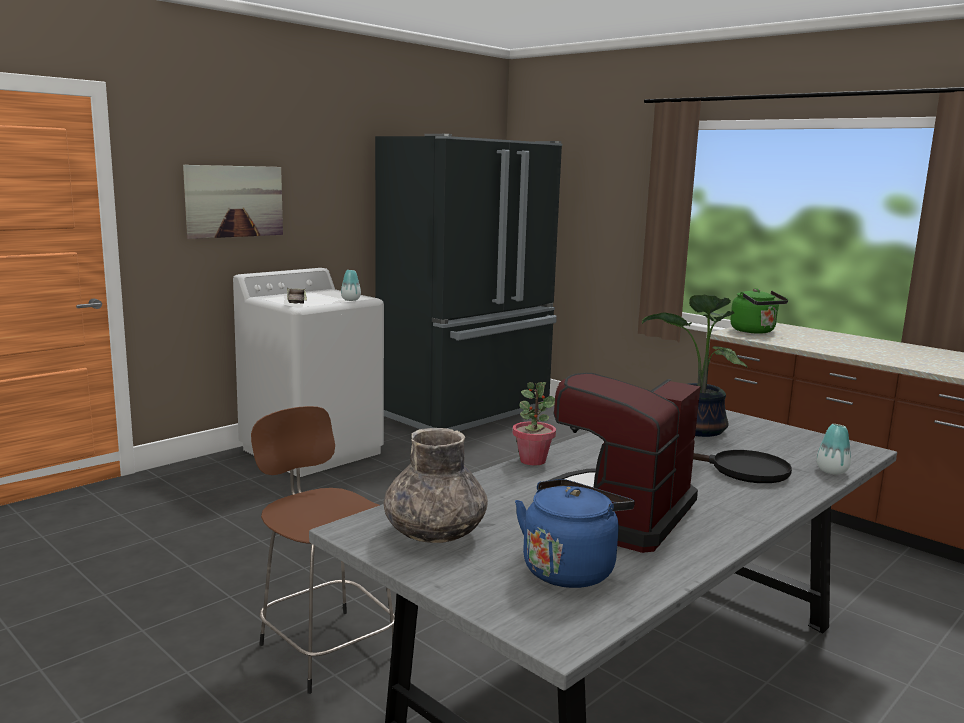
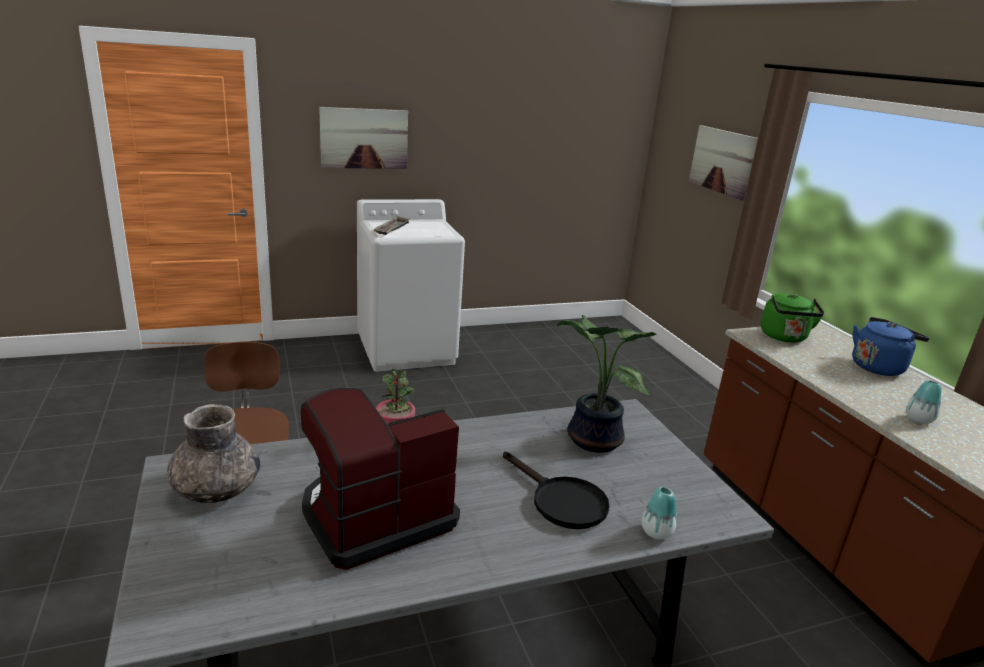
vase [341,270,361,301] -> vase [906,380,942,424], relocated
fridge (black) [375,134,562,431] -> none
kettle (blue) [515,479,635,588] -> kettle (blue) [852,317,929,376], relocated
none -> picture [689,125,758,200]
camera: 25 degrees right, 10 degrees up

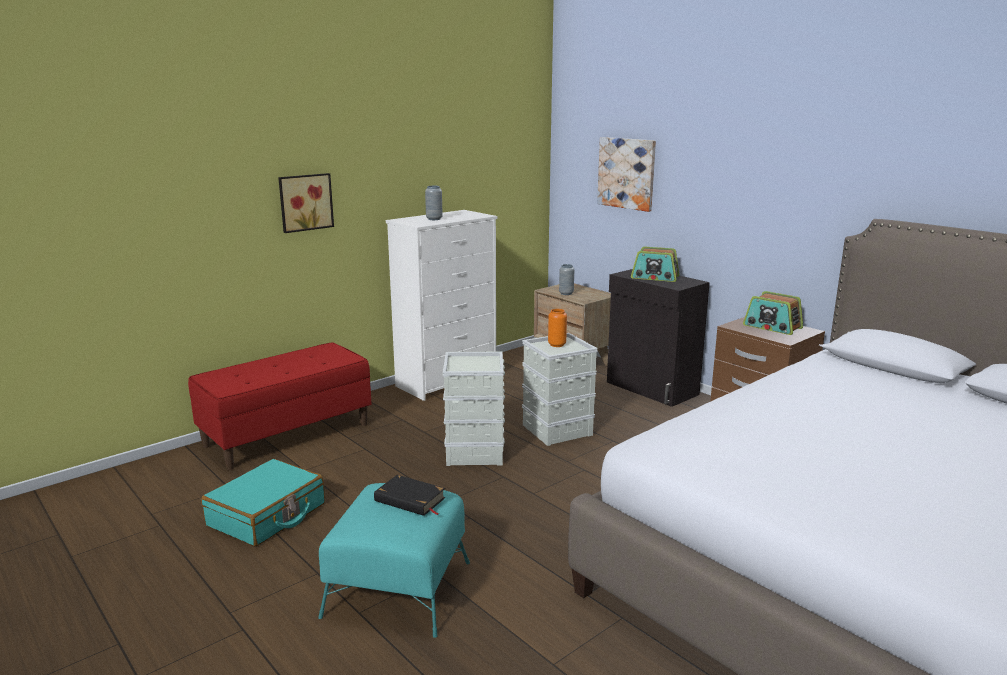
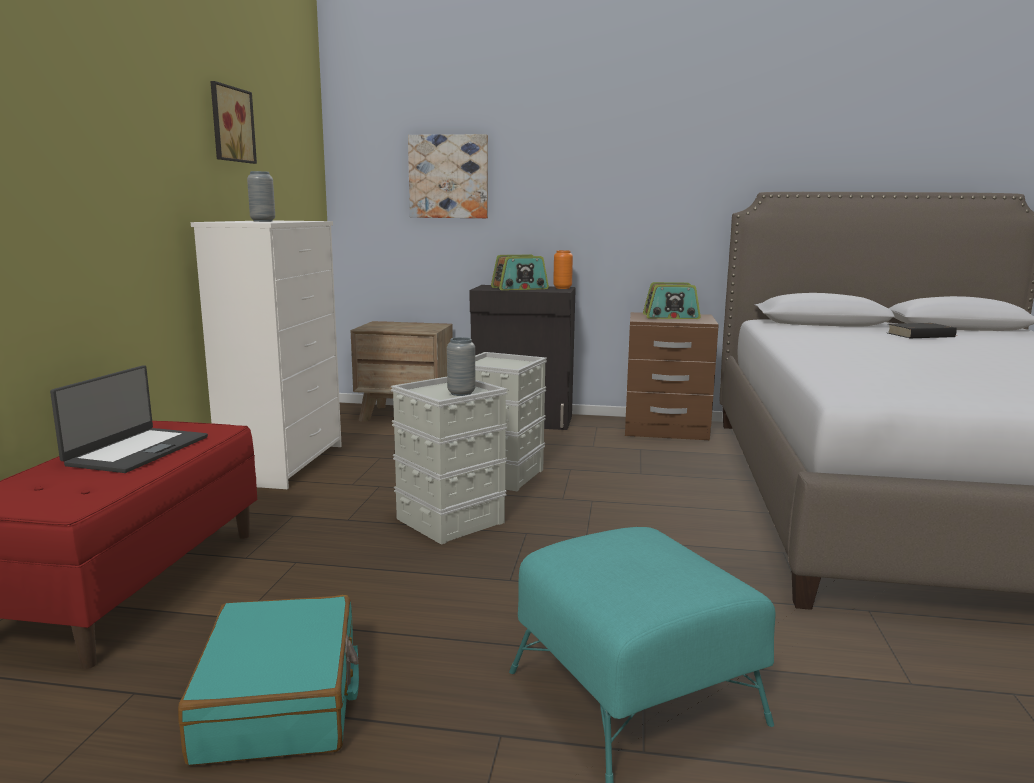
picture [278,173,334,233] -> picture [210,81,257,164], relocated
book (black) [374,475,446,516] -> book (black) [888,323,957,338], relocated
vase (orange) [548,309,567,347] -> vase (orange) [553,250,573,289], relocated
vase (grey) [559,264,574,295] -> vase (grey) [447,337,475,396], relocated
none -> laptop [50,365,208,473]
camera: 40 degrees left, 5 degrees down

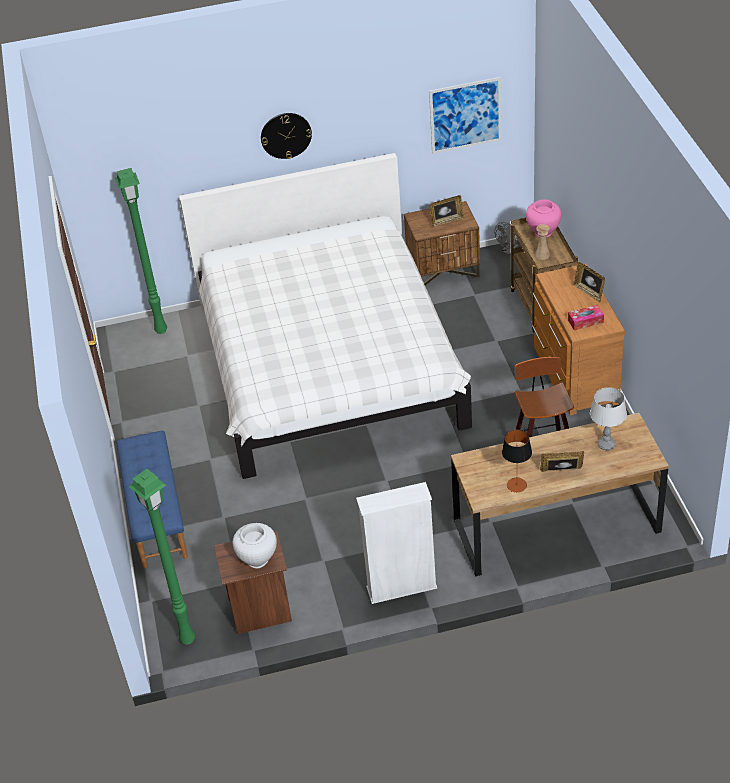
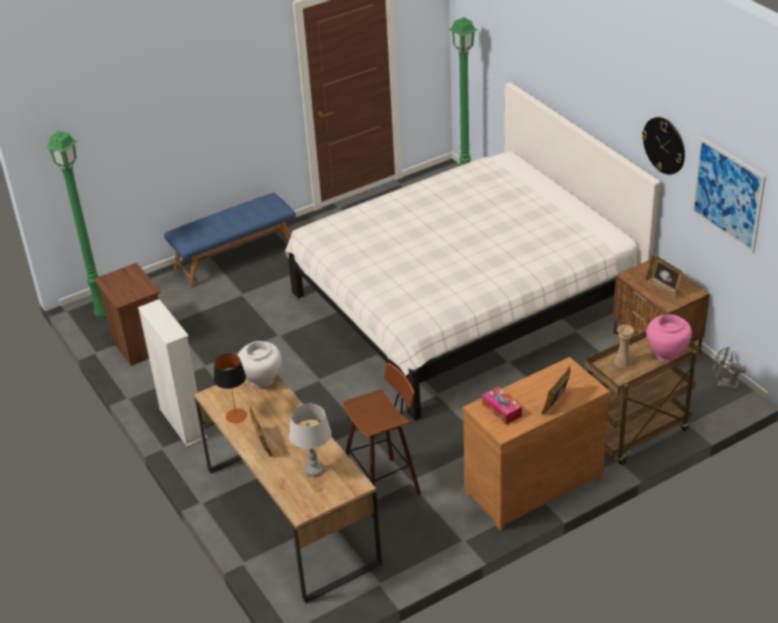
vase (white) [233,523,277,568] -> vase (white) [238,341,282,388], relocated
wall clock [261,113,312,159] -> wall clock [642,117,685,175], relocated
camera: 70 degrees right, 5 degrees down

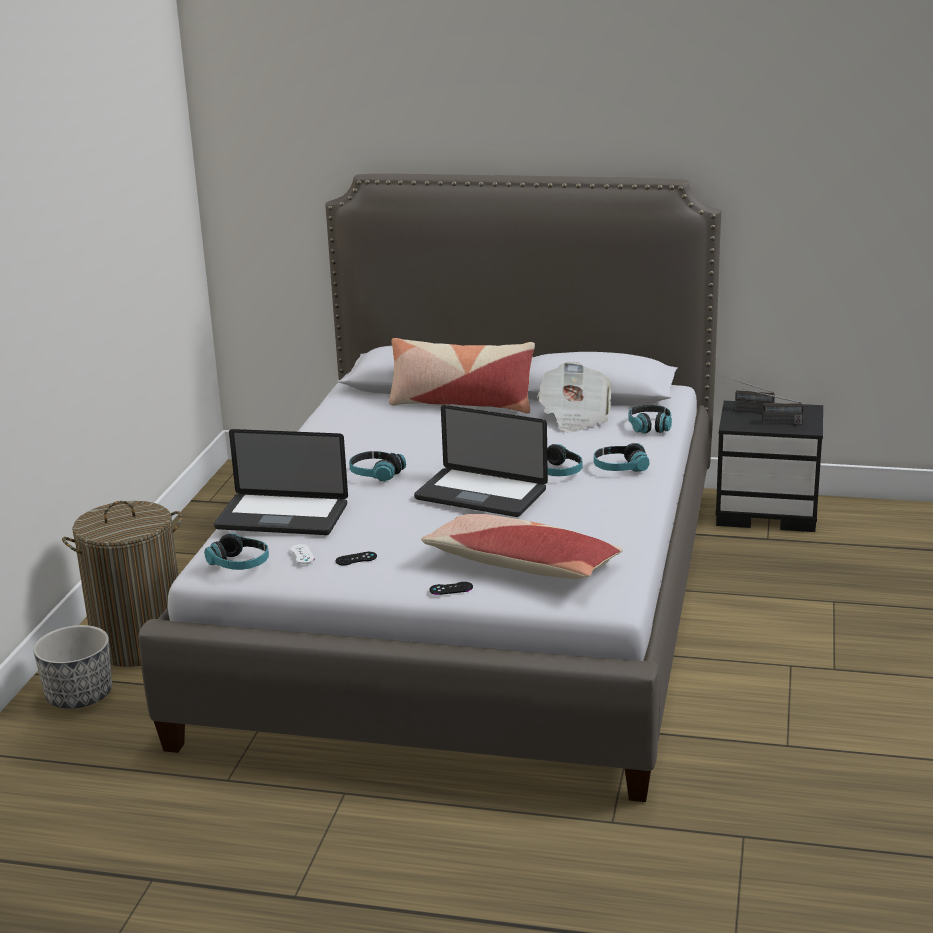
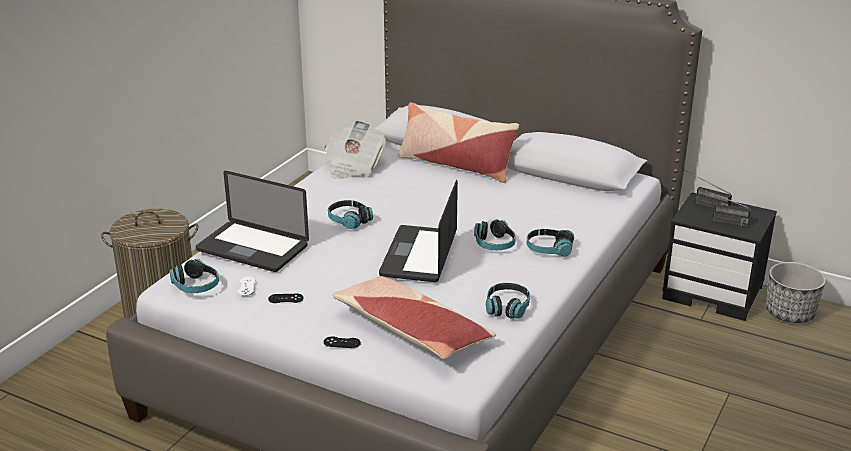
planter [33,625,112,709] -> planter [766,262,826,323], relocated
laptop [414,405,548,517] -> laptop [379,180,458,282], 60 degrees clockwise
newspaper [537,362,612,433] -> newspaper [325,120,386,179], relocated
headphones [628,405,672,434] -> headphones [486,283,530,319], relocated
camera: 15 degrees right, 5 degrees up

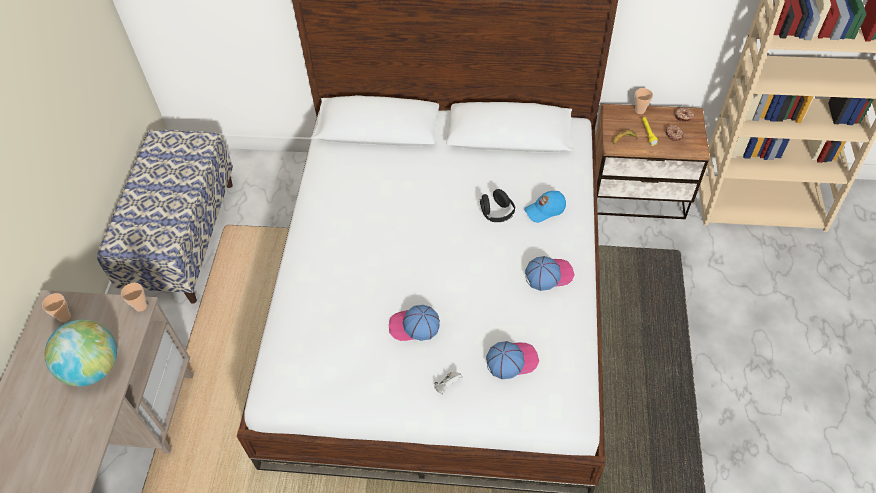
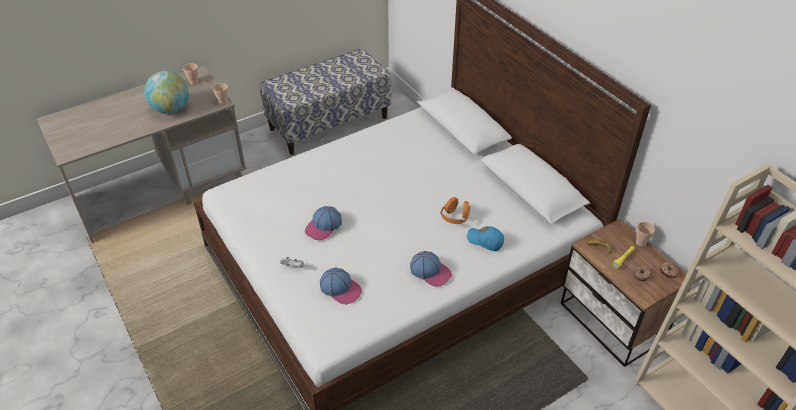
cap [389,305,440,341] -> cap [305,206,342,240], 105 degrees counterclockwise
headphones (black) [480,189,515,222] -> headphones (orange) [441,197,470,224]
camera: 50 degrees right, 10 degrees down

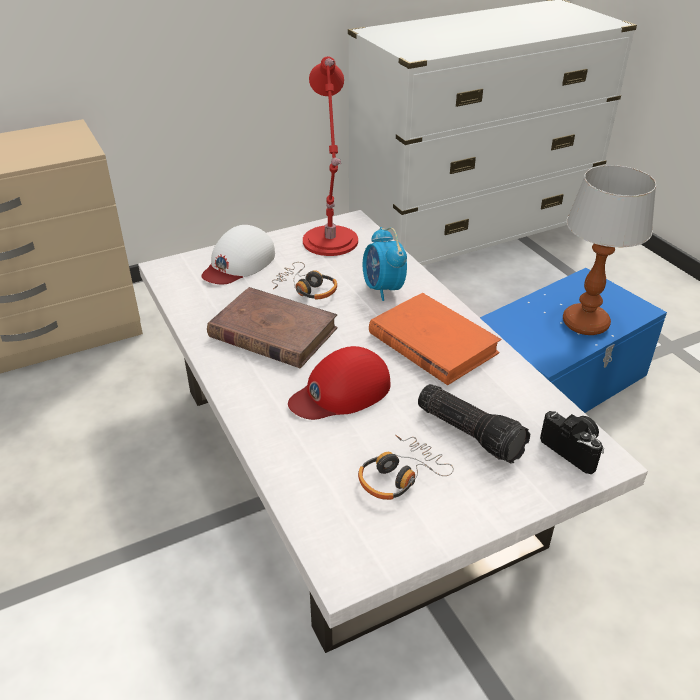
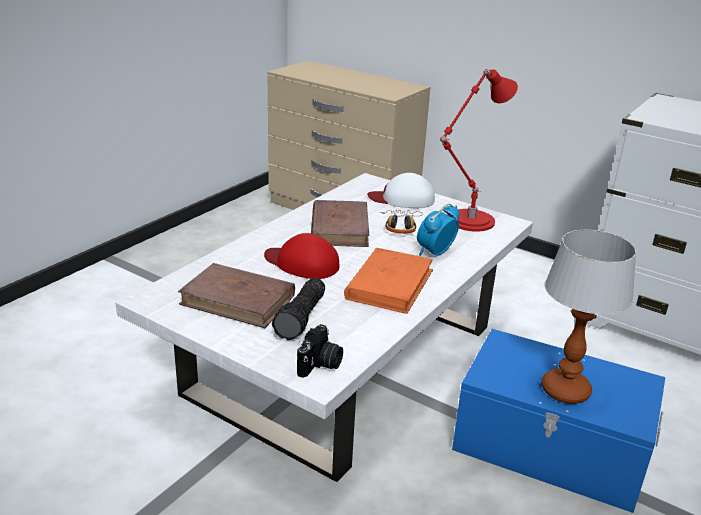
headphones [358,435,454,500] -> book (brown) [178,263,295,328]
camera: 60 degrees right, 10 degrees down

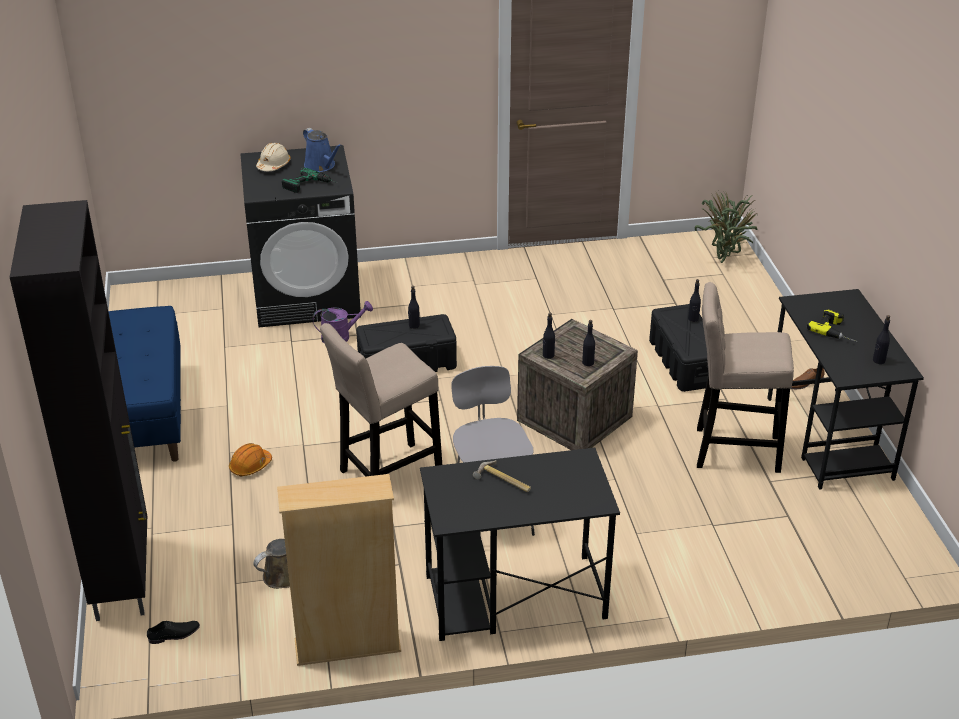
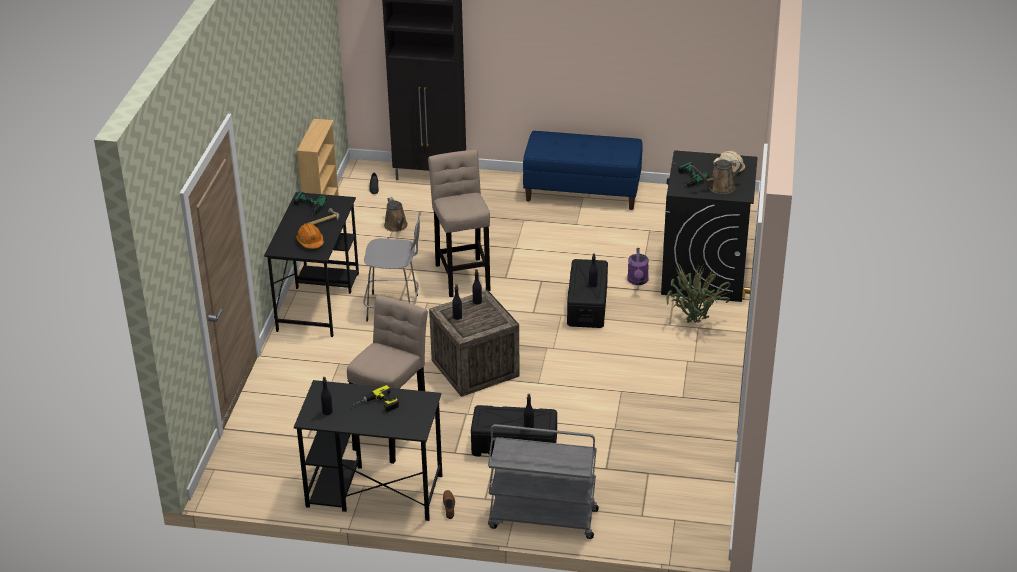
hard hat (orange) [229,443,272,476] -> hard hat (orange) [296,223,324,249], relocated
watering can (blue) [303,128,342,172] -> watering can (brown) [689,159,742,194]
potted plant [695,191,758,263] -> potted plant [667,263,732,323], relocated
none -> power drill [294,191,327,217]
none -> cart (grey) [488,424,599,539]
camera: 110 degrees right, 0 degrees up

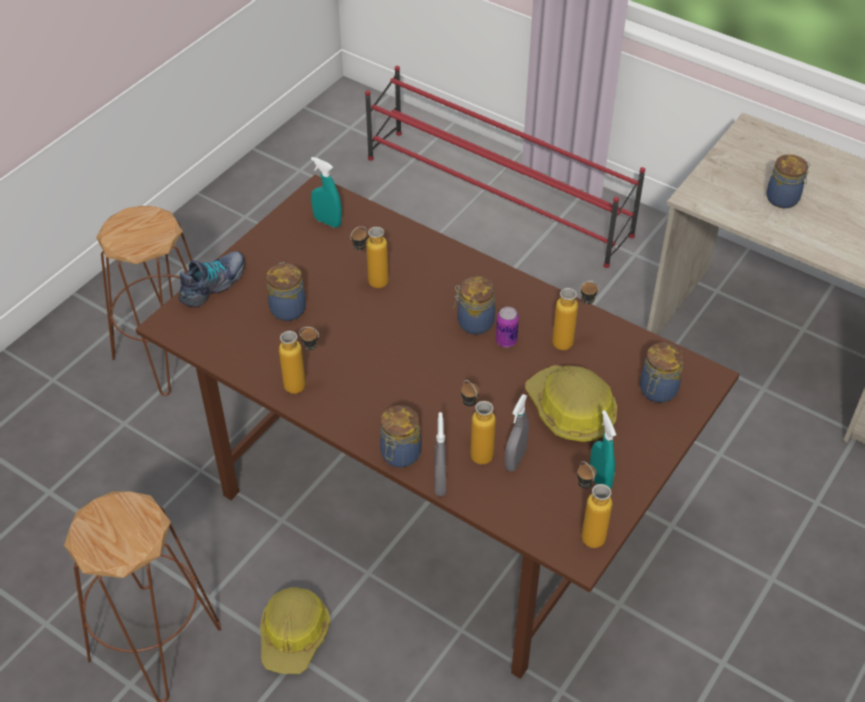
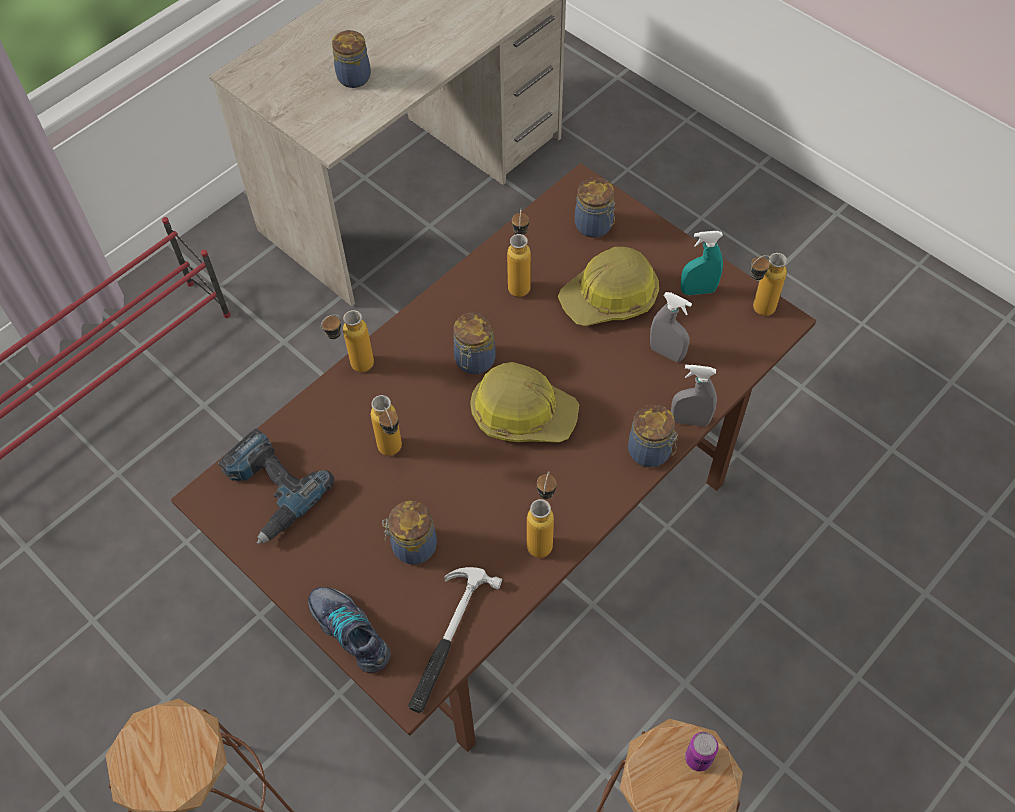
hard hat [260,587,331,674] -> hard hat [470,362,579,443], relocated
spray bottle (turquoise) [311,157,342,228] -> power drill [218,428,334,544]
bottle [461,380,496,465] -> bottle [321,310,374,372], relocated
can [496,307,519,348] -> can [685,732,718,772], relocated
none -> hammer [408,567,502,713]
camera: 80 degrees left, 10 degrees up

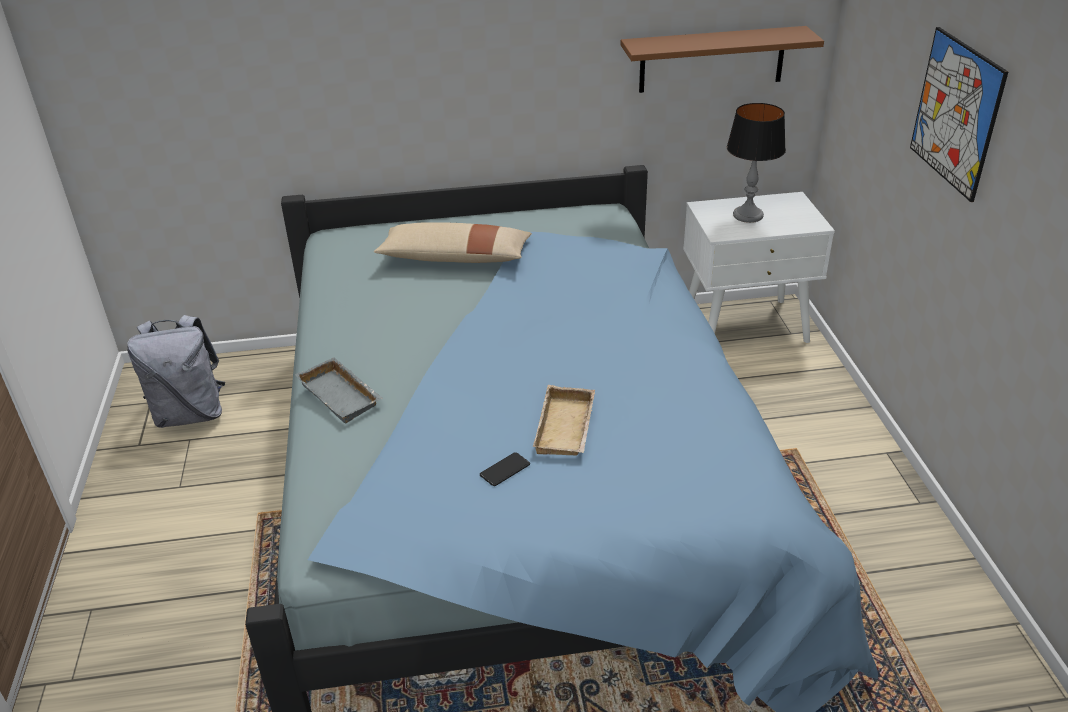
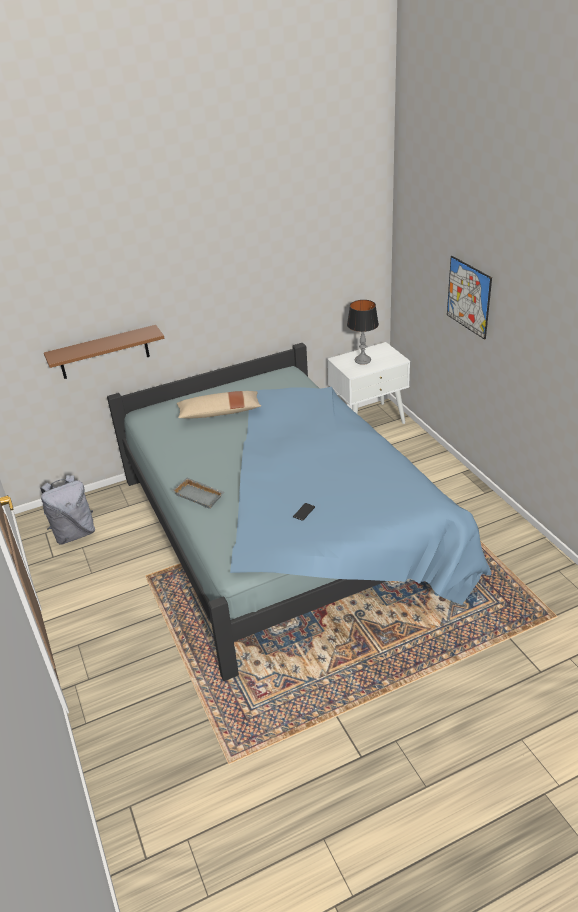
tray (beige) [533,385,595,456] -> none
shelf (brown) [620,26,824,93] -> shelf (brown) [44,325,164,379], relocated
camera: 15 degrees left, 0 degrees up

